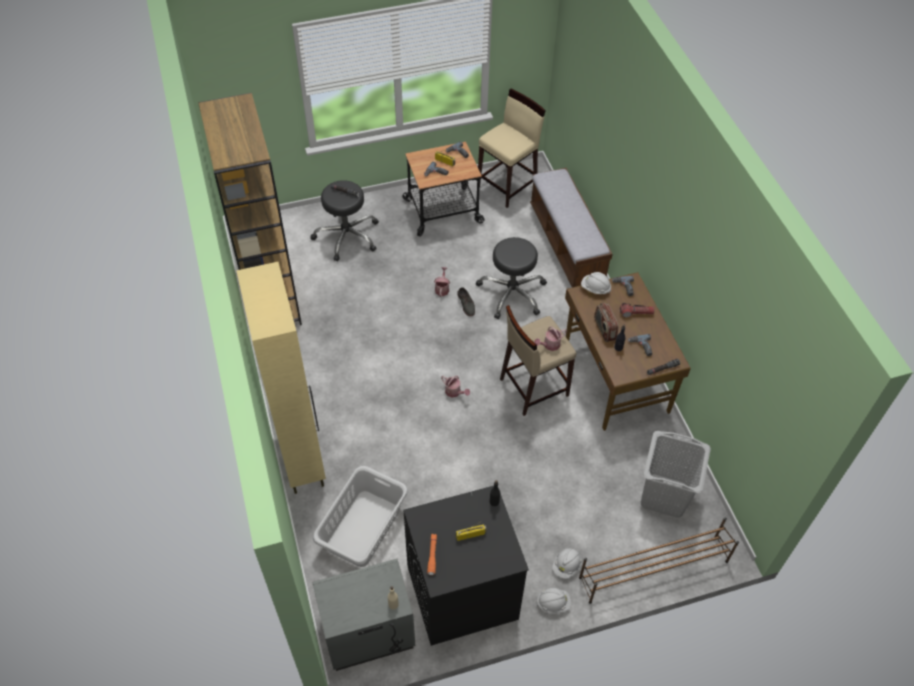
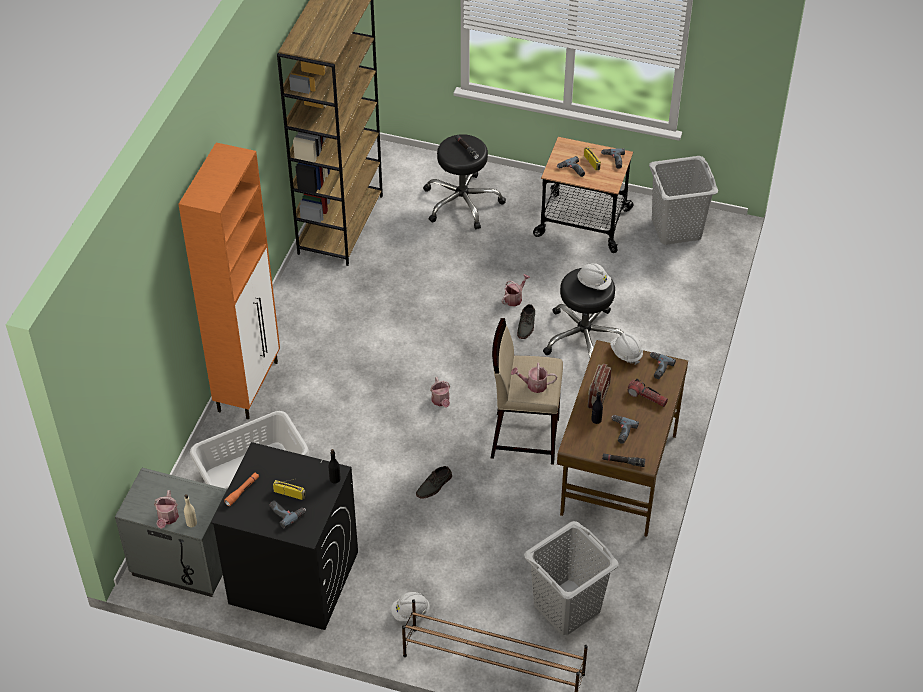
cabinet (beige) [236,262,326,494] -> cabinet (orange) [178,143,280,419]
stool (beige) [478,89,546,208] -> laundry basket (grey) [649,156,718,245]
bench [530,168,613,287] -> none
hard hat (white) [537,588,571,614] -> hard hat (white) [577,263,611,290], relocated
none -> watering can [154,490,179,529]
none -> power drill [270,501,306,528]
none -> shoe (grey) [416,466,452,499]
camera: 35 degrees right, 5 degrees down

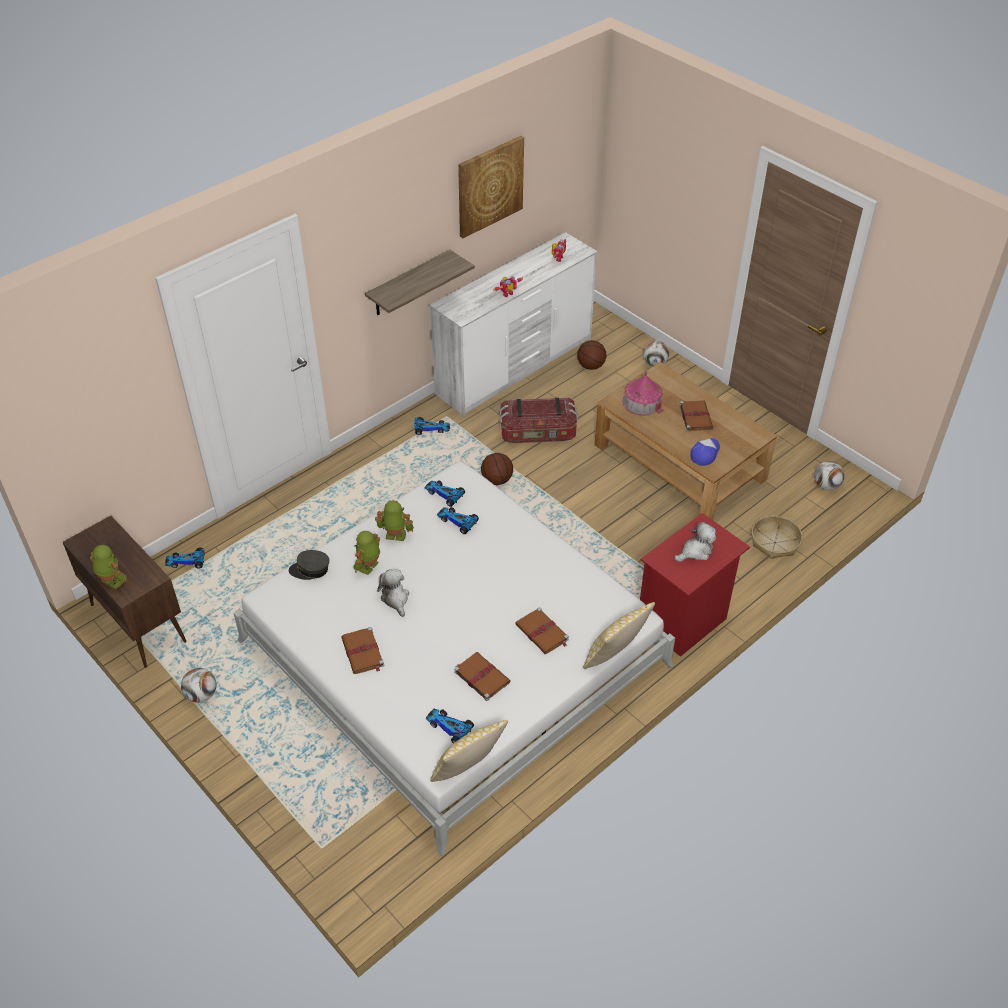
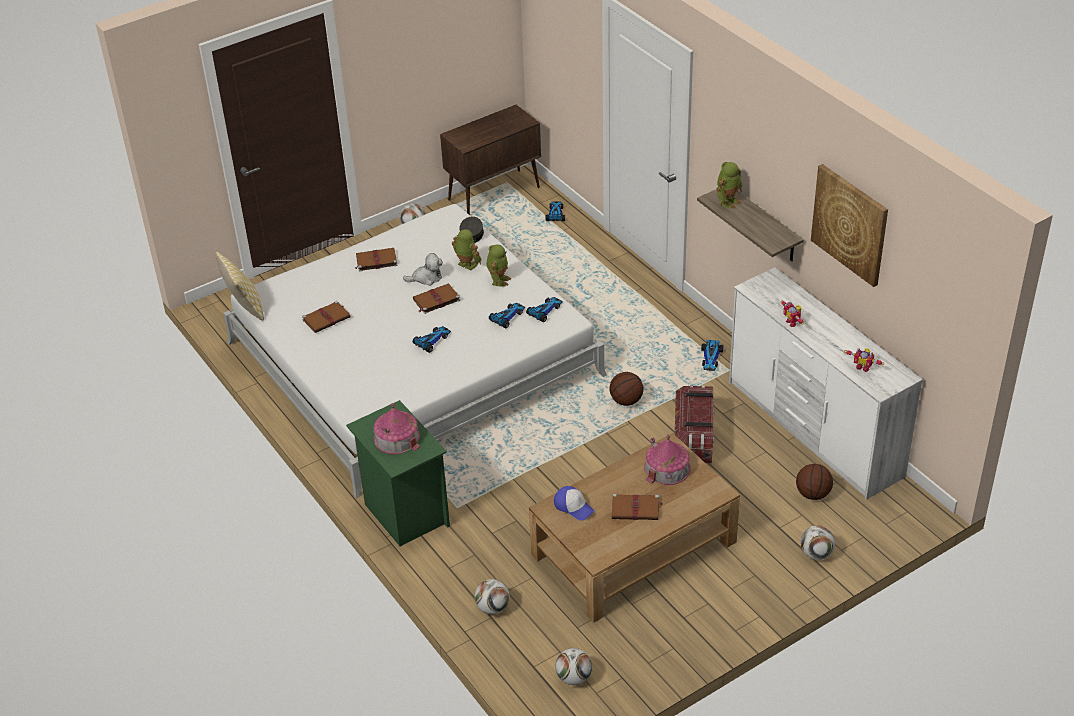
toy robot [90,545,127,589] -> toy robot [716,162,743,209], relocated
toy car [426,709,474,743] -> toy car [413,326,451,353], relocated
book (brown) [515,607,569,654] -> book (brown) [413,284,460,314], relocated
pillow [583,602,655,669] -> none
nightstand (red) [640,513,750,657] -> nightstand (green) [346,400,450,546]
plush toy [674,522,716,562] -> toy house [374,403,420,455]
basket [752,516,802,559] -> football [475,579,510,615]
camera: 100 degrees right, 5 degrees down

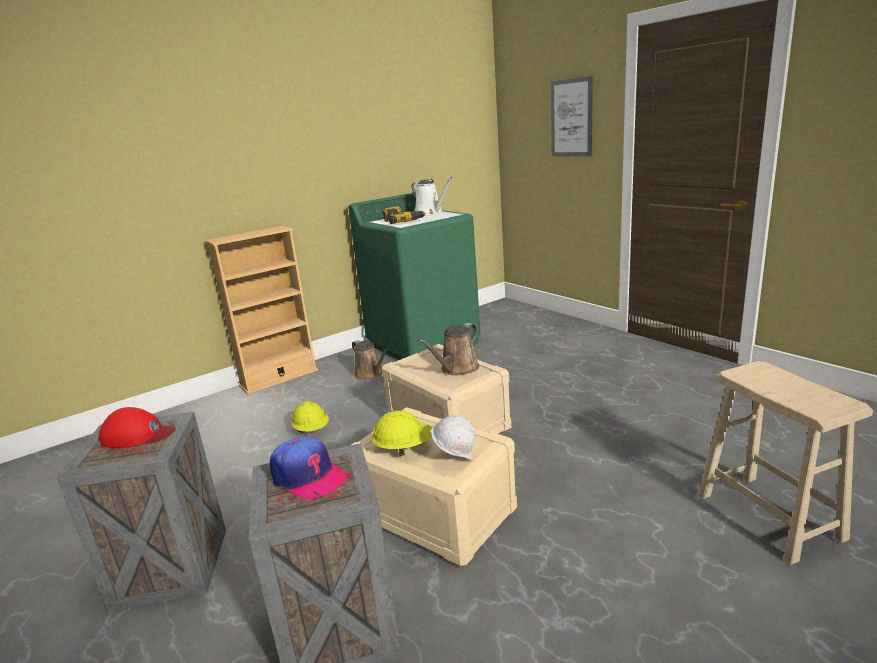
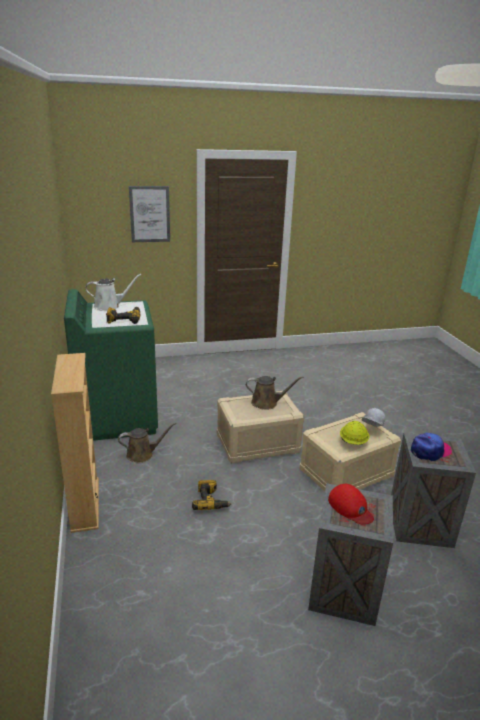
cap (red) [99,407,176,448] -> cap (red) [328,484,374,525], 120 degrees clockwise
hard hat (yellow) [291,401,329,433] -> power drill [192,480,231,510]
watering can (brown) [418,323,479,375] -> watering can (brown) [246,376,304,410], 60 degrees counterclockwise
stool (beige) [698,361,873,565] -> none
camera: 70 degrees left, 5 degrees up

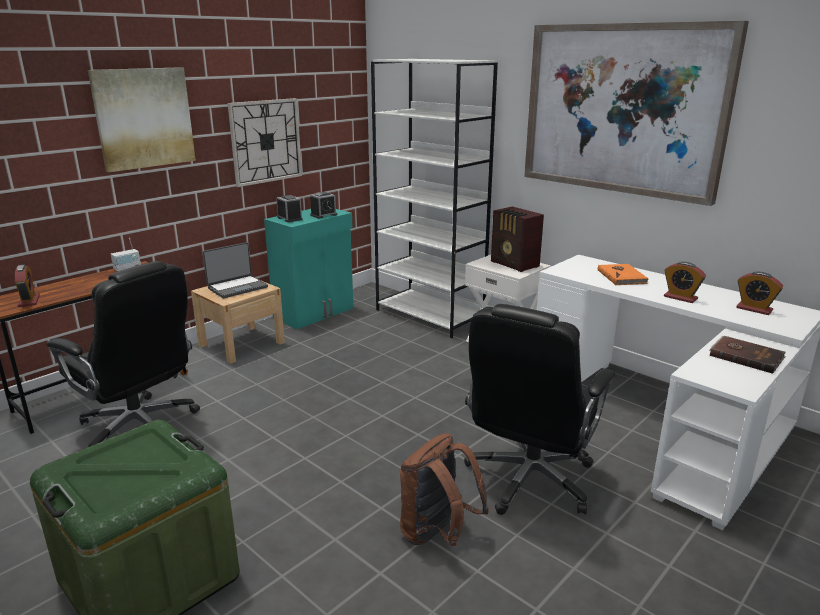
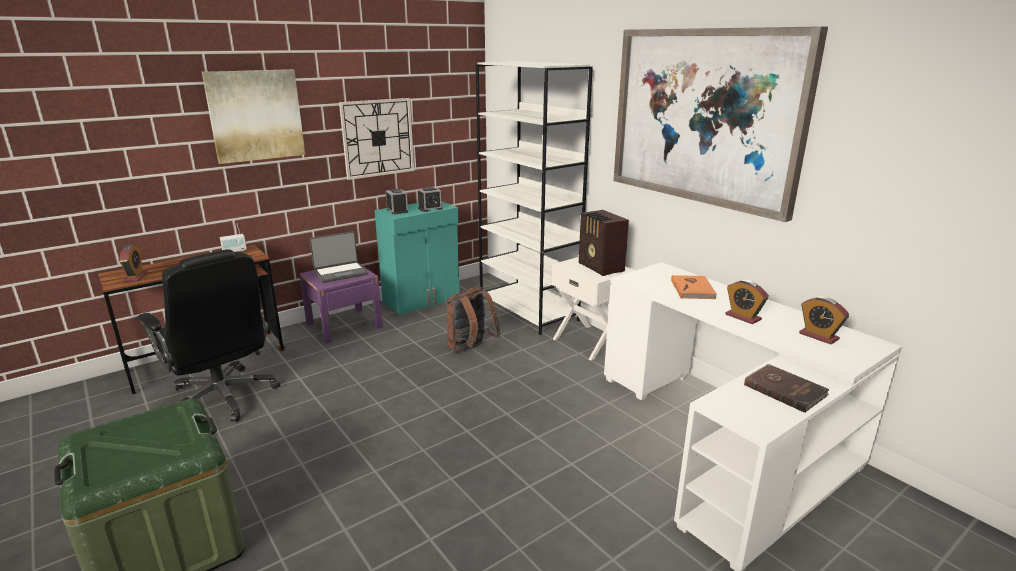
nightstand (beige) [191,282,285,364] -> nightstand (purple) [299,264,383,344]
backpack (brown) [400,433,489,546] -> backpack (brown) [447,287,501,352], relocated
office chair (black) [464,304,615,515] -> none
camera: 10 degrees right, 0 degrees up

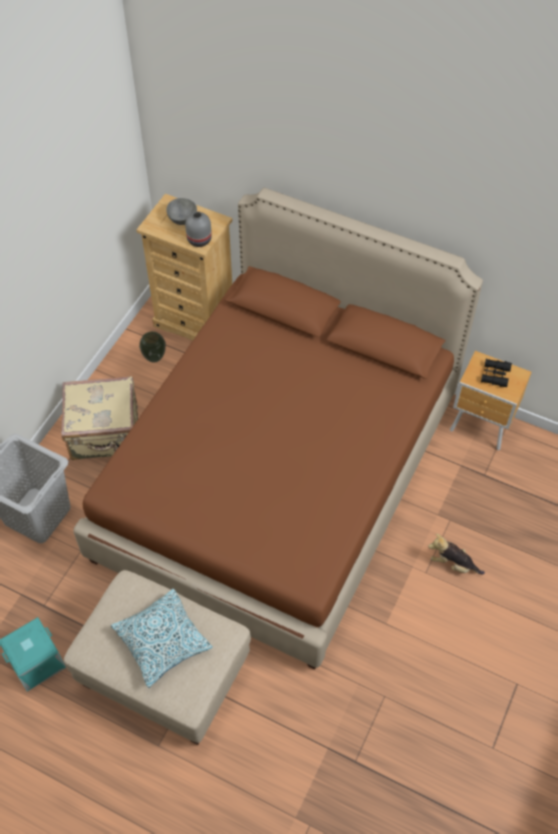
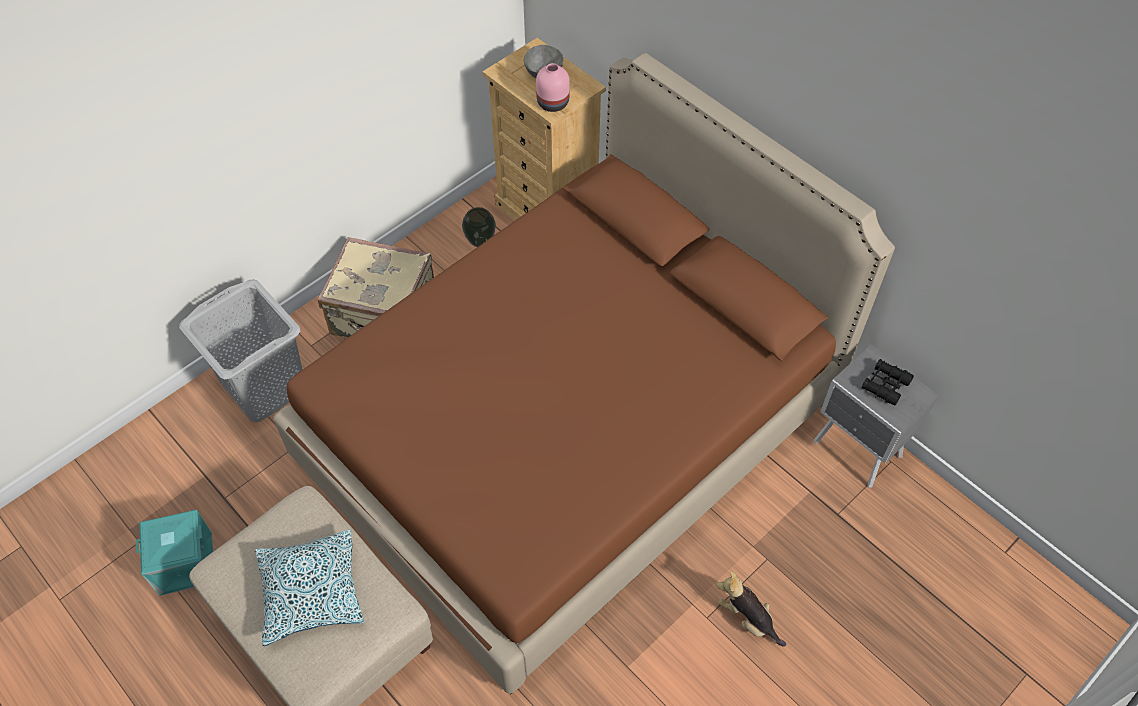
vase (grey) [185,211,212,247] -> vase (pink) [536,63,570,112]
nightstand (brown) [450,351,532,450] -> nightstand (grey) [814,345,939,488]
camera: 20 degrees right, 0 degrees up

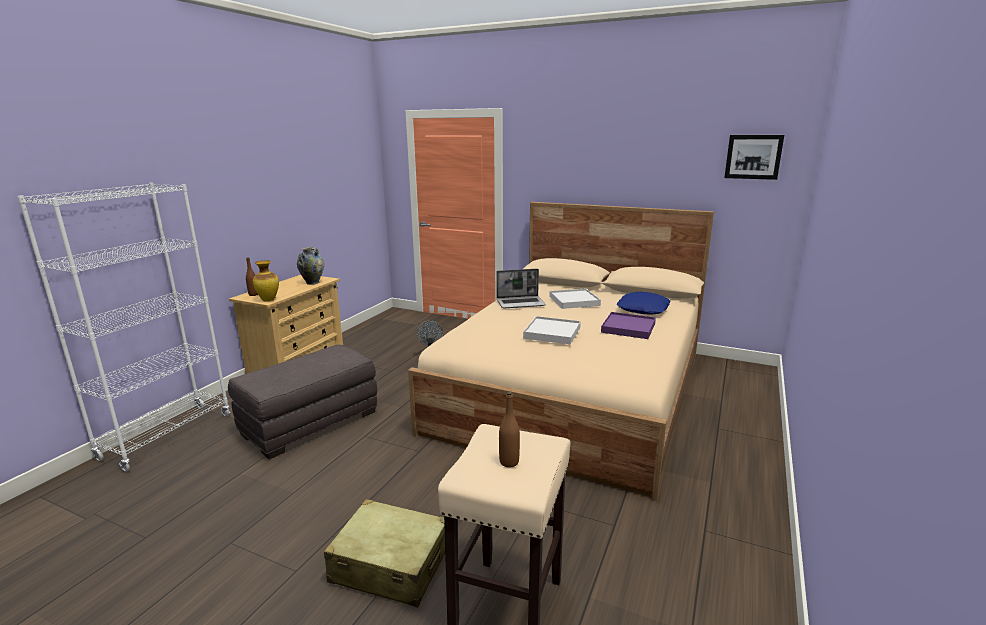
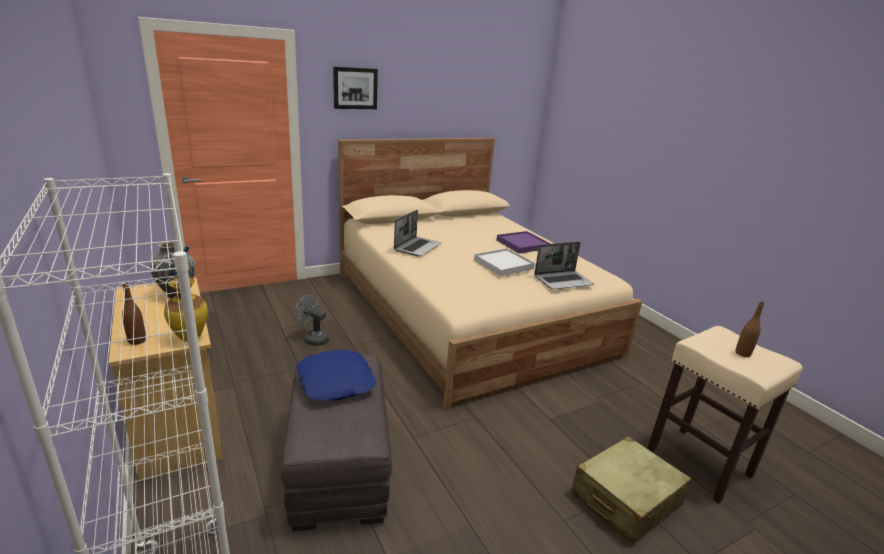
tray (white) [549,288,601,309] -> none
pillow (blue) [617,292,670,315] -> pillow (blue) [296,350,376,401], relocated
picture [724,135,784,180] -> picture [333,67,378,109], relocated
none -> laptop [534,242,594,289]
camera: 55 degrees left, 5 degrees up

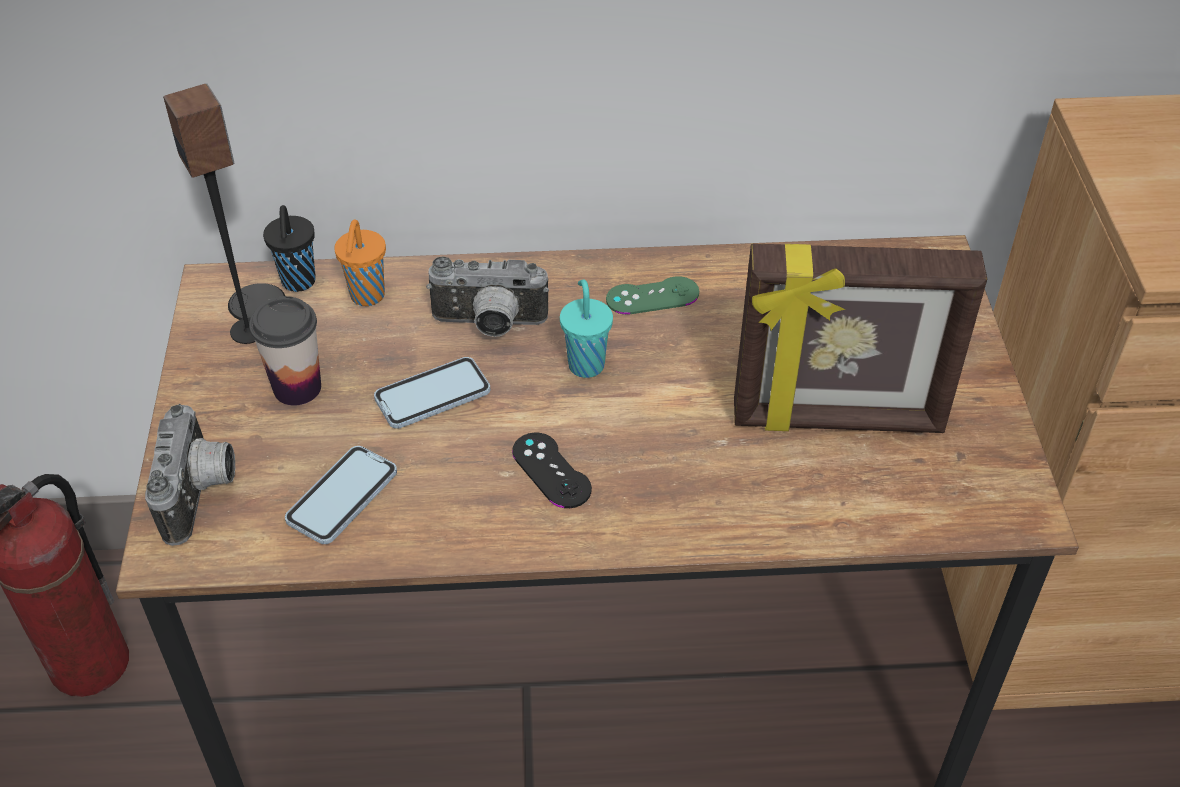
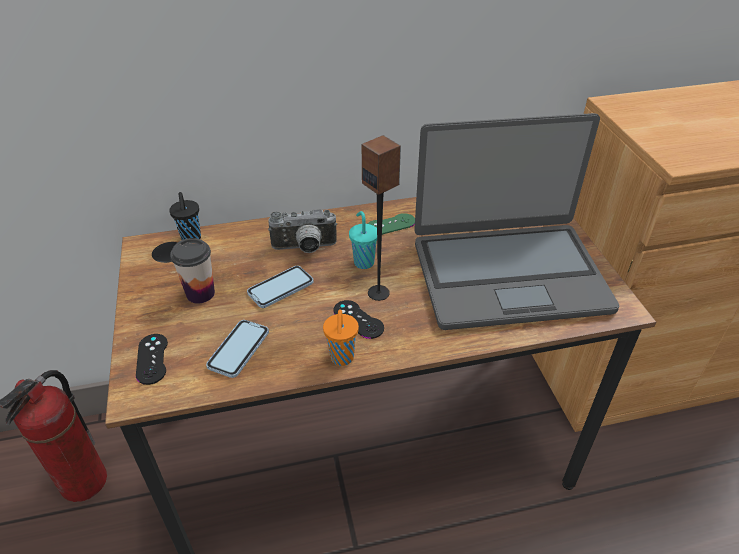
photo camera [145,404,235,546] -> game controller (black) [136,334,168,385]
speaker [163,84,255,344] -> speaker [362,135,401,301], relocated
cup (orange) [334,220,386,306] -> cup (orange) [323,309,359,366], relocated
picture frame [734,243,987,433] -> laptop [414,113,619,330]
camera: 10 degrees left, 5 degrees down

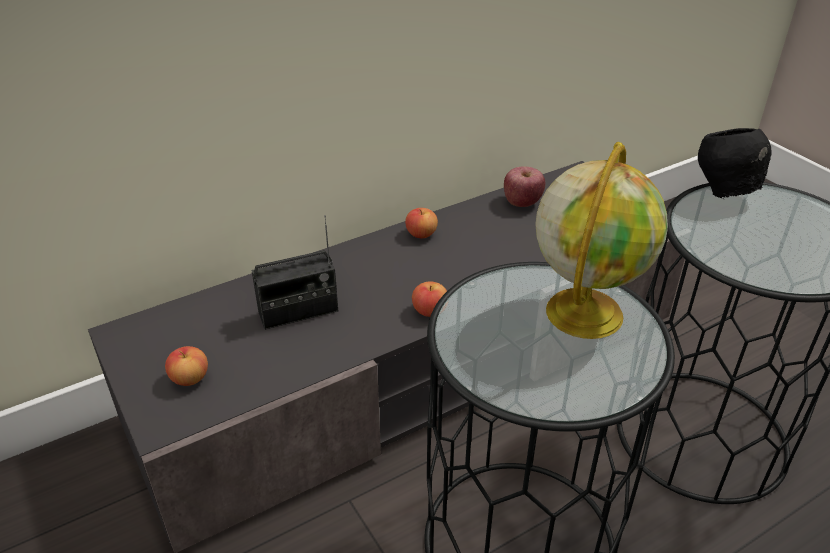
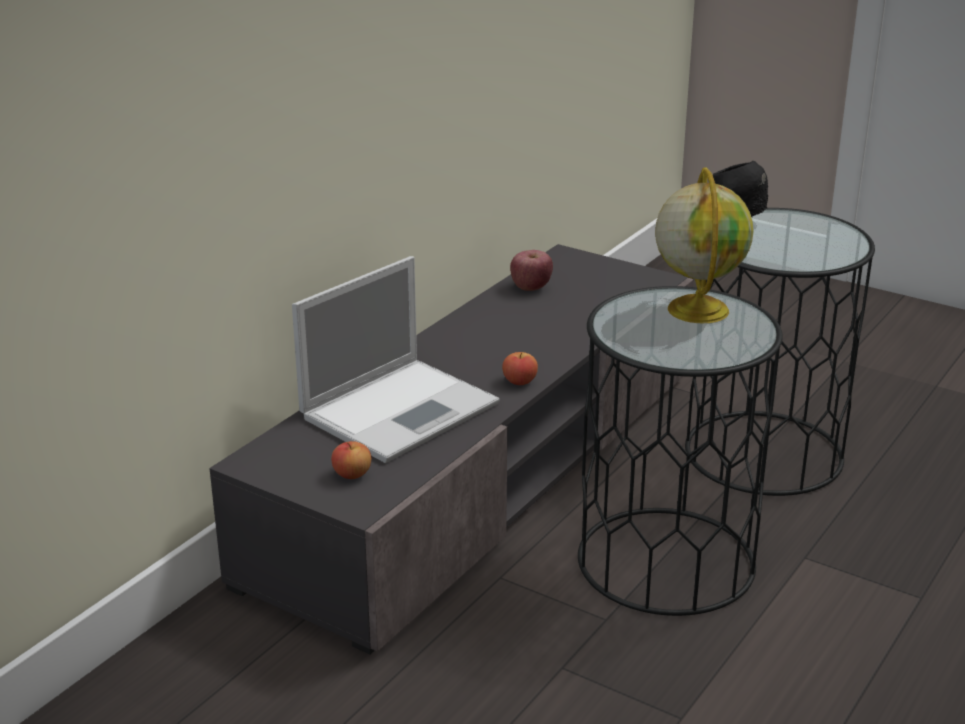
radio [252,215,338,330] -> laptop [292,256,500,463]
apple [405,208,438,238] -> none
camera: 25 degrees left, 10 degrees down

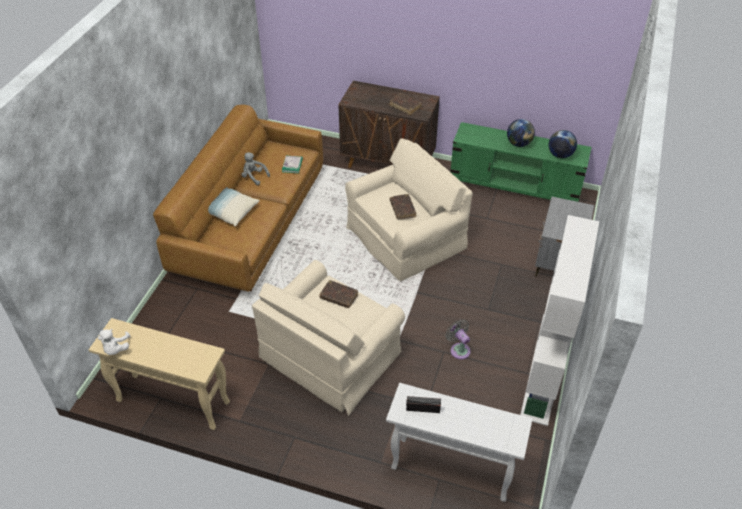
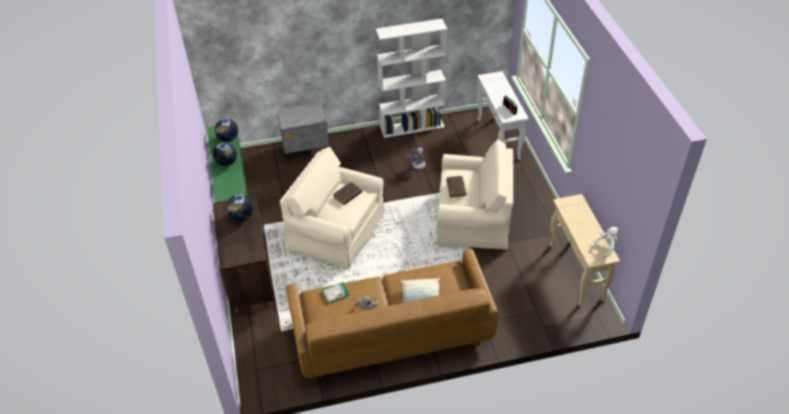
book (brown) [390,93,422,115] -> globe [227,194,254,221]
camera: 120 degrees left, 0 degrees up

